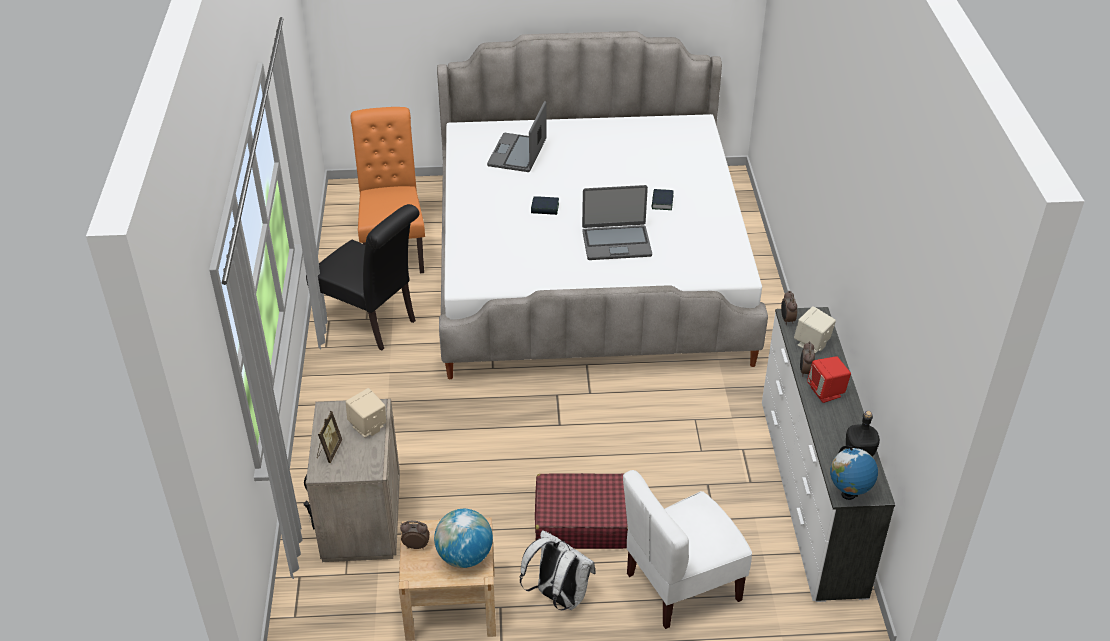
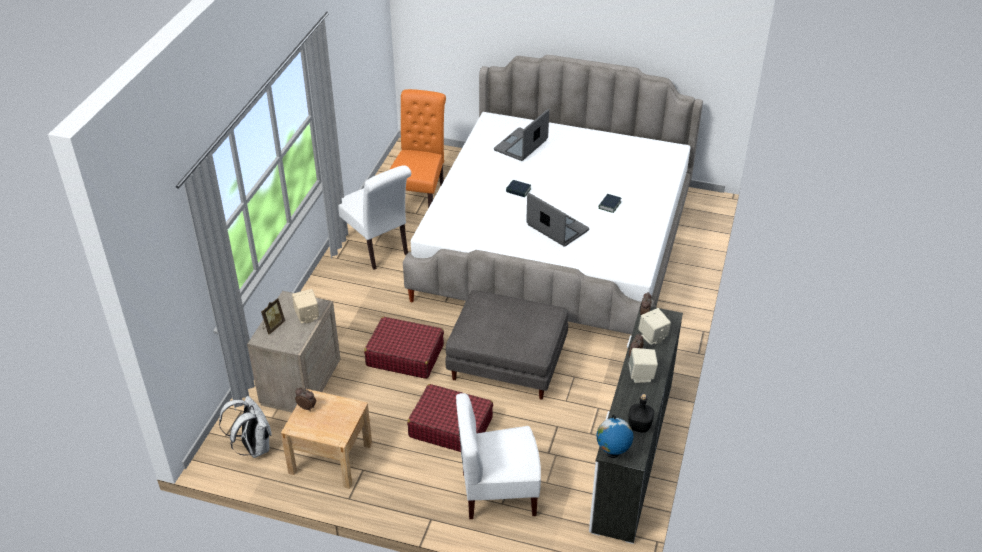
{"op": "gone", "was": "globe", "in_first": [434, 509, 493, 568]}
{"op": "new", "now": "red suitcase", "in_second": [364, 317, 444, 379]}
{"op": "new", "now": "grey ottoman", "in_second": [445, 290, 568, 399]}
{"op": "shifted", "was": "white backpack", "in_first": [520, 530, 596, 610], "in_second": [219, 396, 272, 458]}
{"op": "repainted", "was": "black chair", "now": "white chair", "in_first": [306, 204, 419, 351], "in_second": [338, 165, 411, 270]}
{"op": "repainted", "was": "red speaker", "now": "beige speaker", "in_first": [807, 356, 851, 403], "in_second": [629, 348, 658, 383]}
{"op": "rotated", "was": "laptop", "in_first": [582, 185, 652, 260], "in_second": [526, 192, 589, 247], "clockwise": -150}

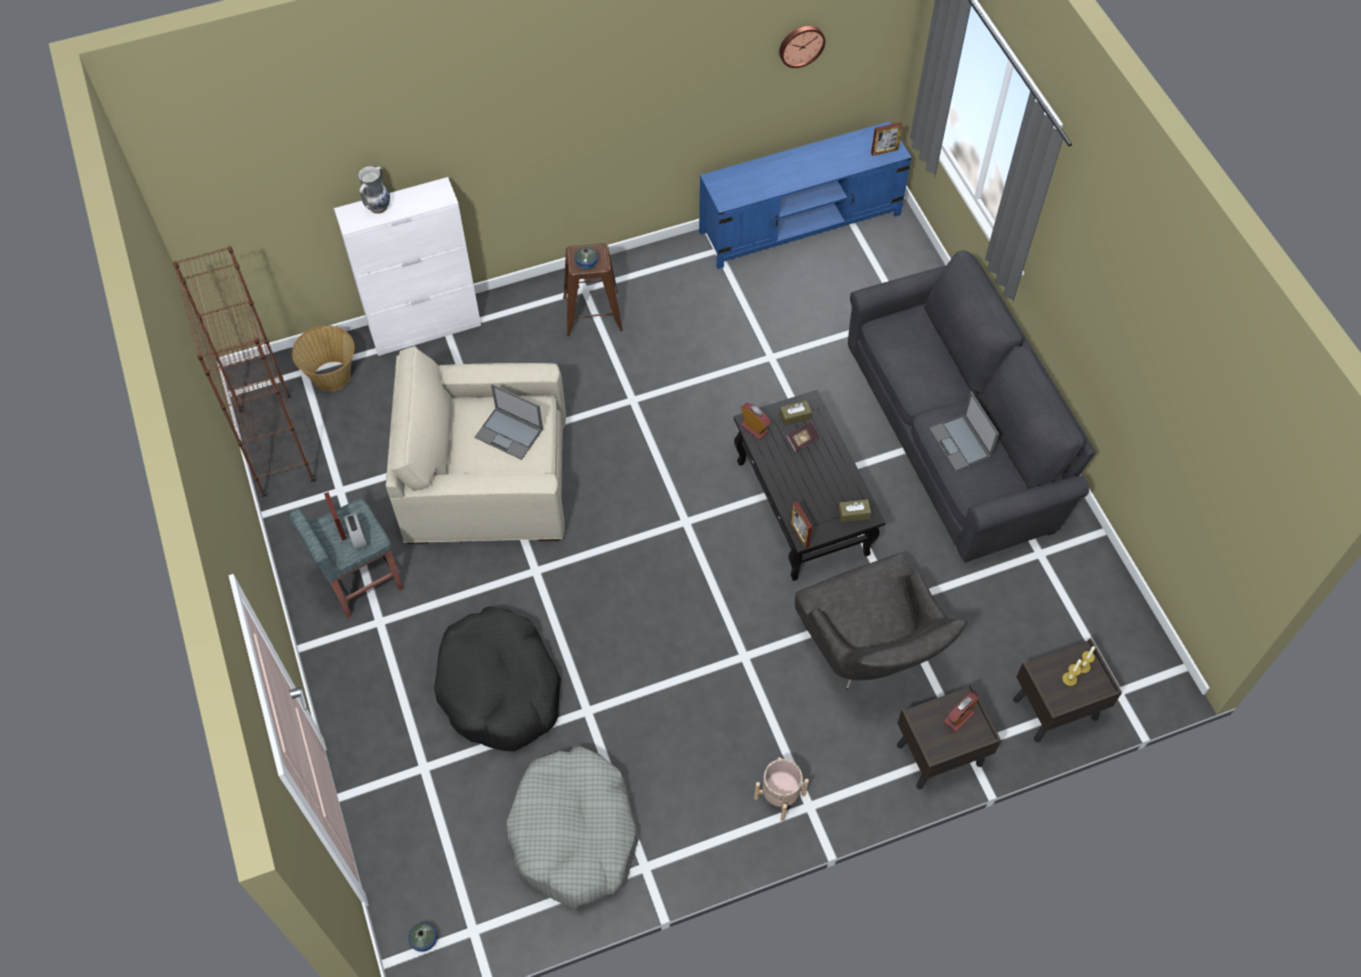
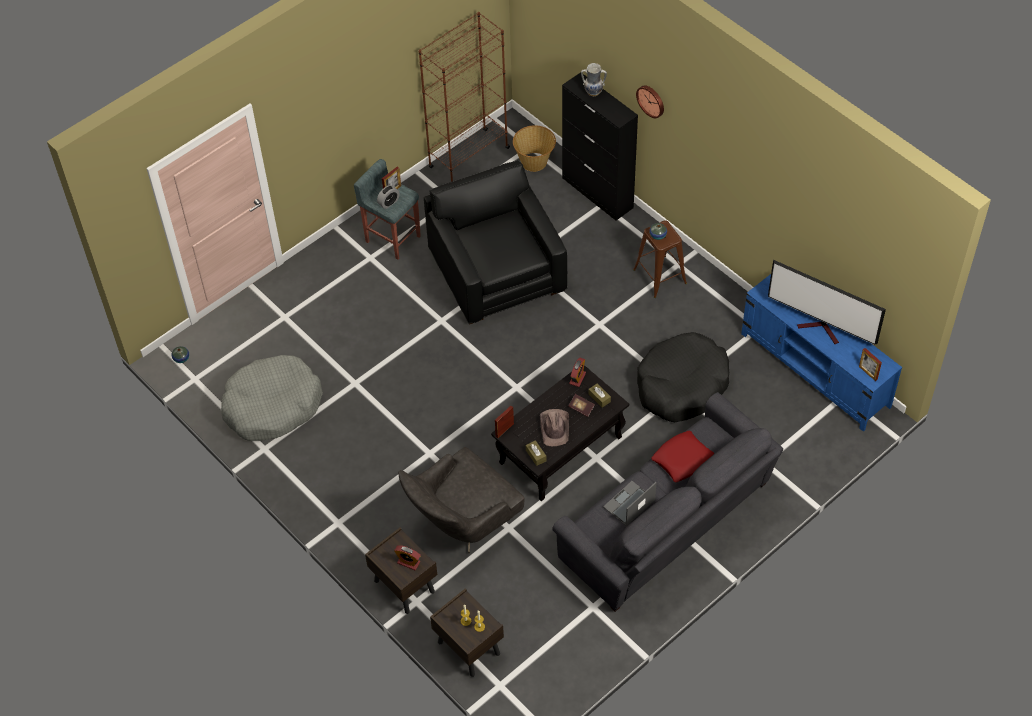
{"op": "gone", "was": "laptop", "in_first": [475, 384, 543, 460]}
{"op": "gone", "was": "beige planter", "in_first": [754, 757, 809, 821]}
{"op": "new", "now": "brown hat", "in_second": [540, 409, 569, 446]}
{"op": "new", "now": "red pillow", "in_second": [651, 431, 714, 482]}
{"op": "new", "now": "television", "in_second": [768, 260, 886, 345]}
{"op": "shifted", "was": "black dog bed", "in_first": [434, 606, 561, 751], "in_second": [637, 332, 729, 422]}
{"op": "shifted", "was": "wall clock", "in_first": [779, 26, 825, 68], "in_second": [636, 85, 664, 118]}
{"op": "repainted", "was": "white cabinet", "now": "black cabinet", "in_first": [334, 177, 481, 356], "in_second": [562, 72, 638, 220]}
{"op": "repainted", "was": "beige armchair", "now": "black armchair", "in_first": [386, 346, 566, 544], "in_second": [424, 160, 568, 325]}

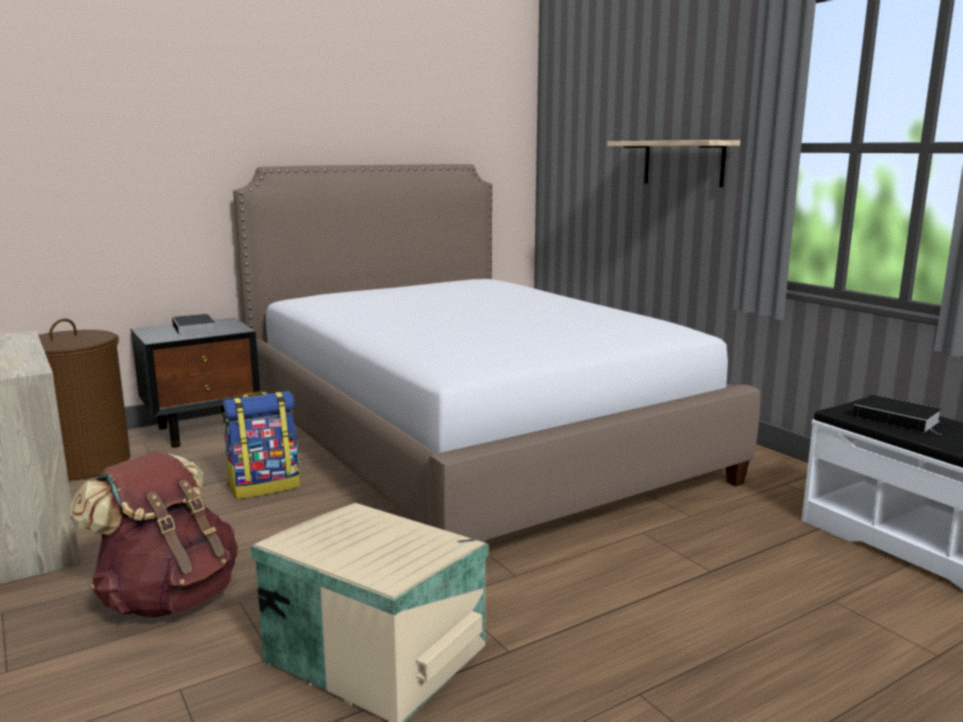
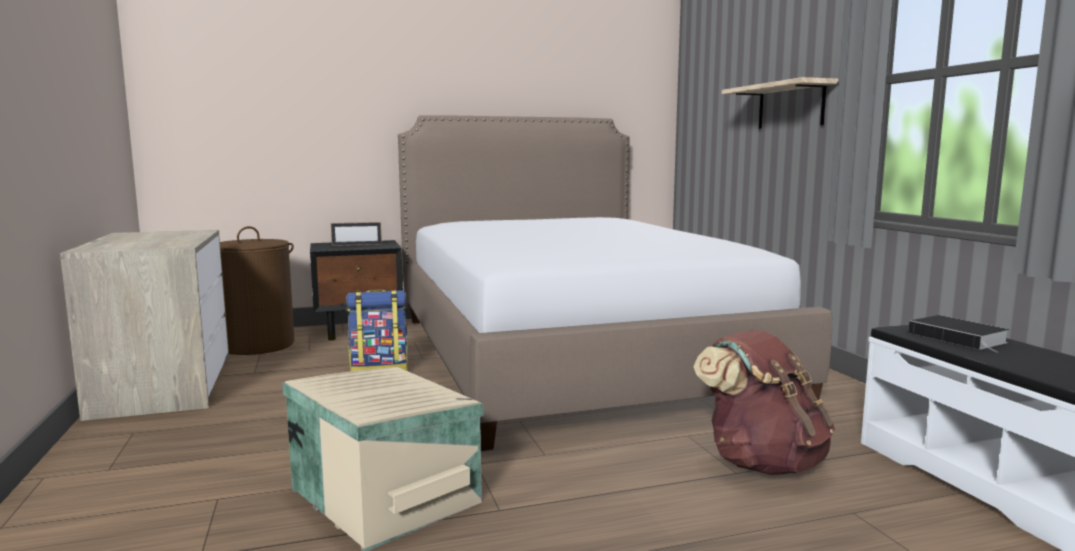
{"op": "shifted", "was": "brown backpack", "in_first": [69, 451, 238, 617], "in_second": [694, 329, 835, 475]}
{"op": "swapped", "was": "book", "now": "picture frame", "in_first": [172, 314, 216, 337], "in_second": [331, 222, 382, 246]}

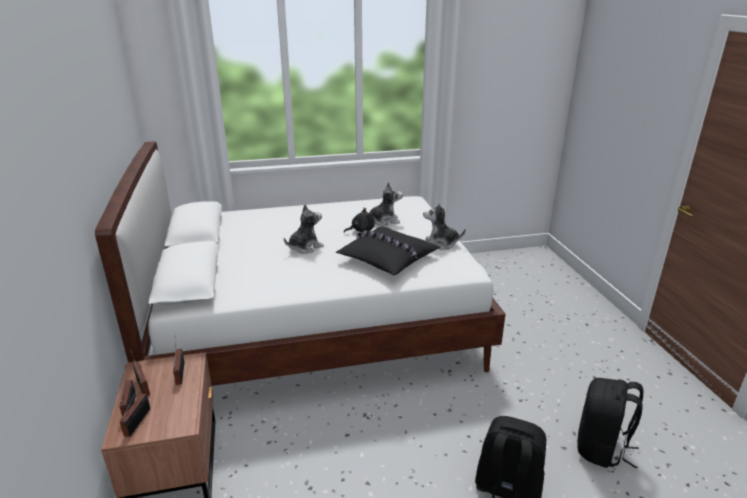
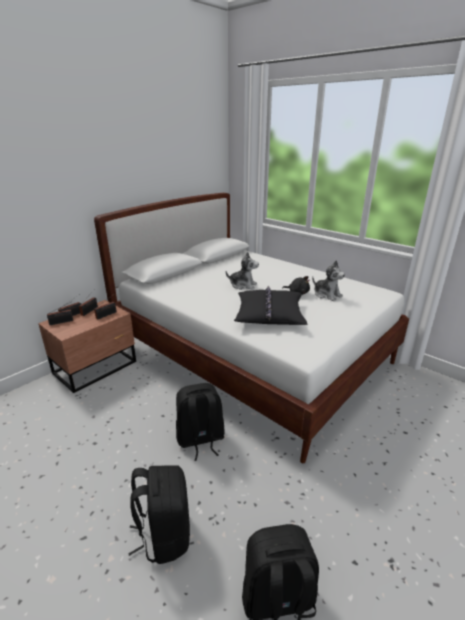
{"op": "gone", "was": "plush toy", "in_first": [423, 203, 466, 250]}
{"op": "new", "now": "black backpack", "in_second": [176, 383, 225, 461]}

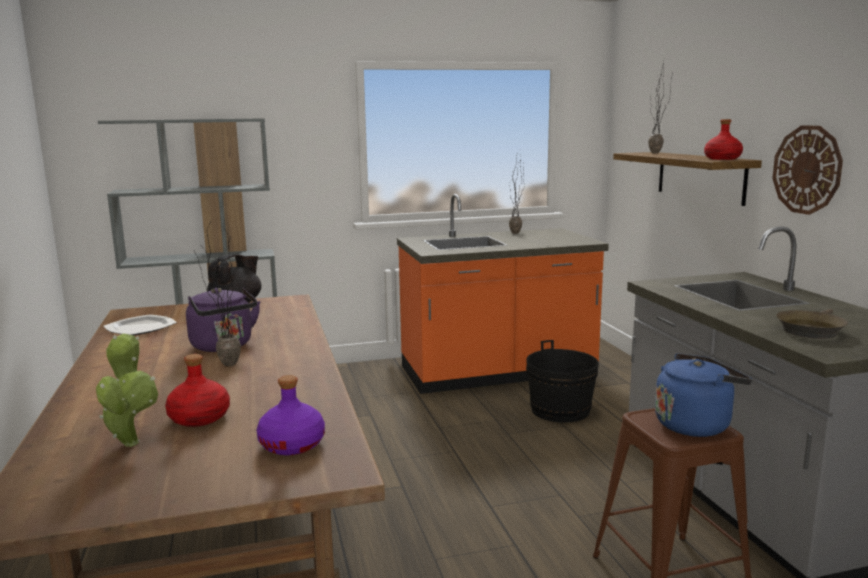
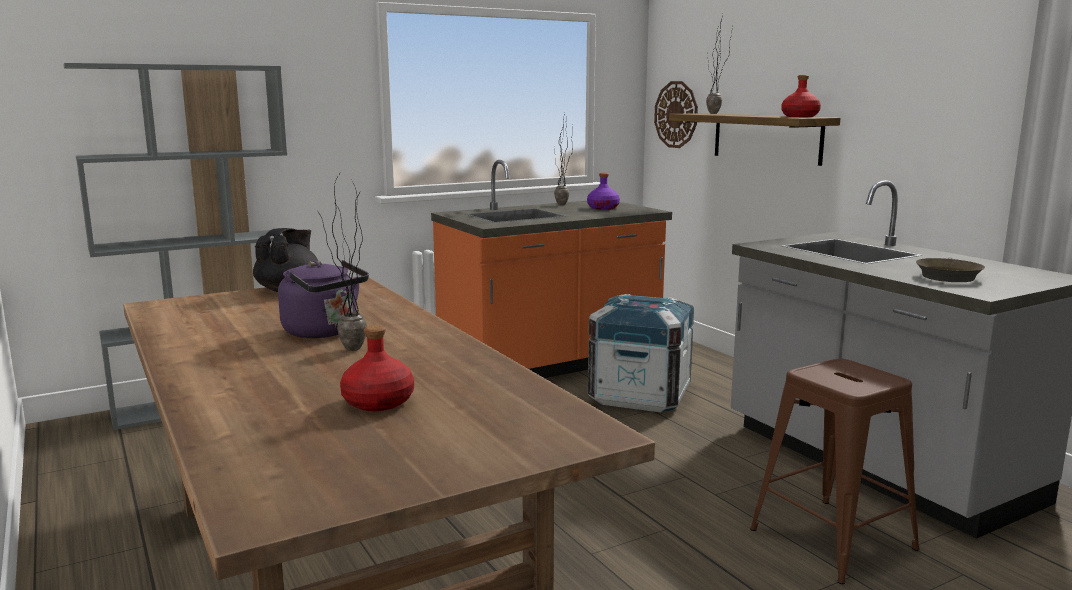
{"op": "gone", "was": "potted plant", "in_first": [96, 334, 158, 447]}
{"op": "gone", "was": "plate", "in_first": [104, 314, 177, 335]}
{"op": "gone", "was": "blue kettle", "in_first": [655, 353, 752, 437]}
{"op": "shifted", "was": "purple bottle", "in_first": [257, 375, 325, 455], "in_second": [587, 173, 620, 210]}
{"op": "shifted", "was": "wall clock", "in_first": [772, 126, 843, 215], "in_second": [654, 81, 698, 148]}
{"op": "swapped", "was": "black bucket", "now": "crate", "in_first": [526, 340, 599, 422], "in_second": [588, 294, 694, 412]}

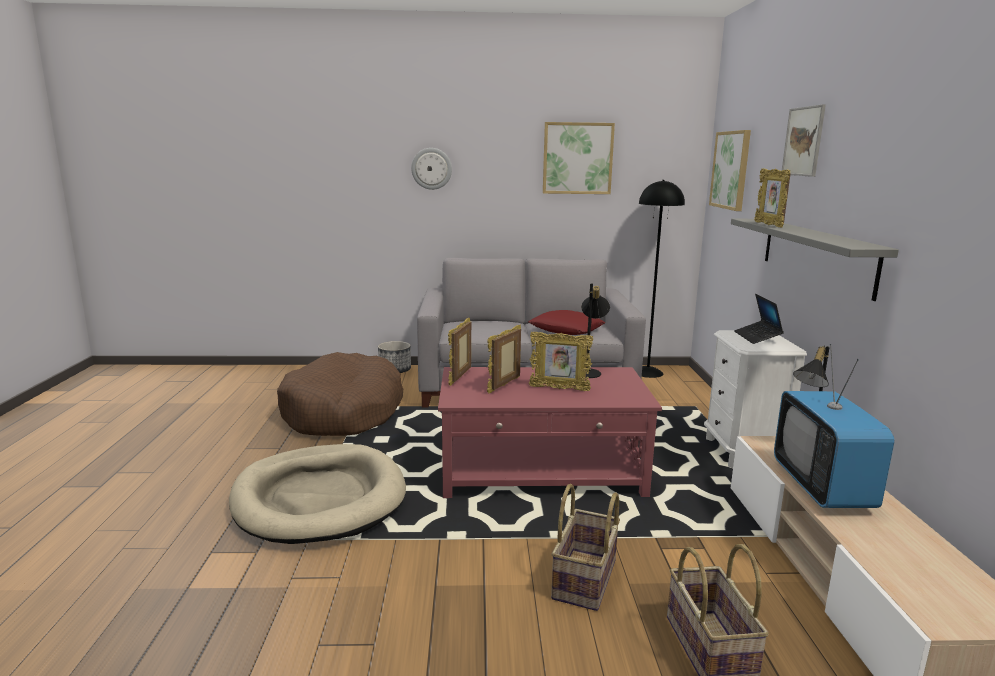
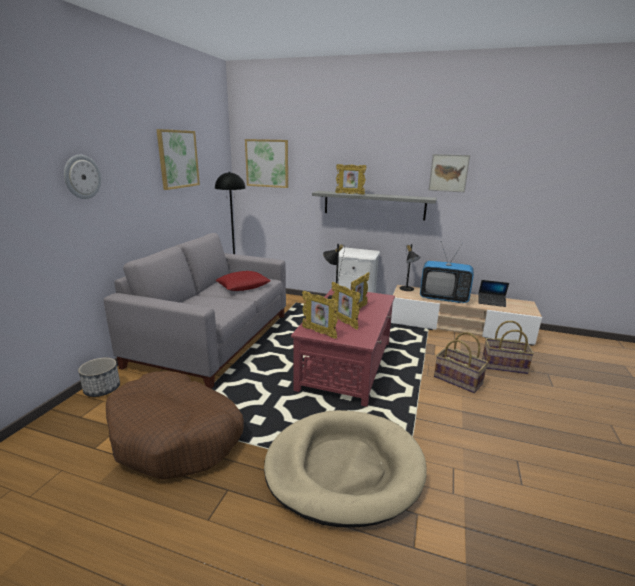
{"op": "shifted", "was": "laptop", "in_first": [734, 294, 784, 344], "in_second": [479, 280, 509, 307]}
{"op": "shifted", "was": "picture", "in_first": [782, 104, 826, 177], "in_second": [428, 154, 470, 192]}

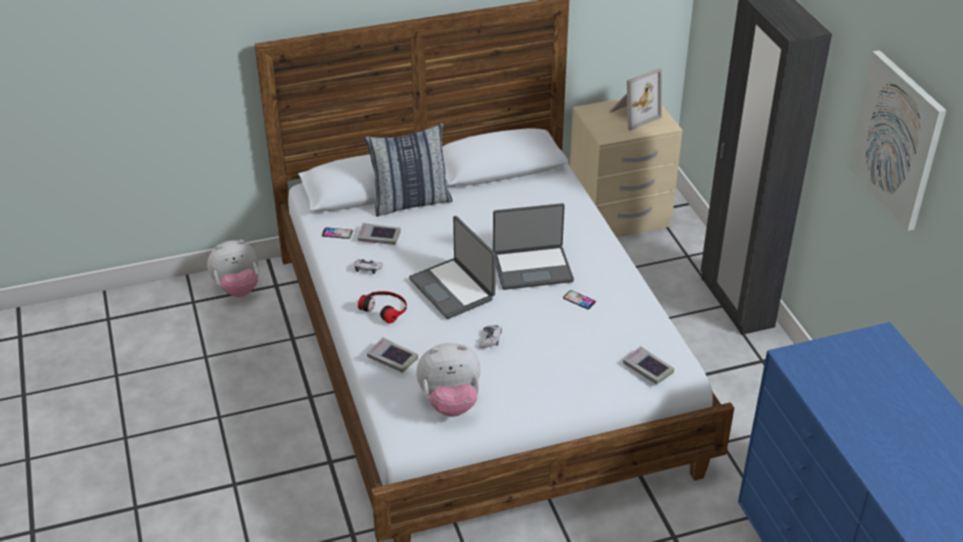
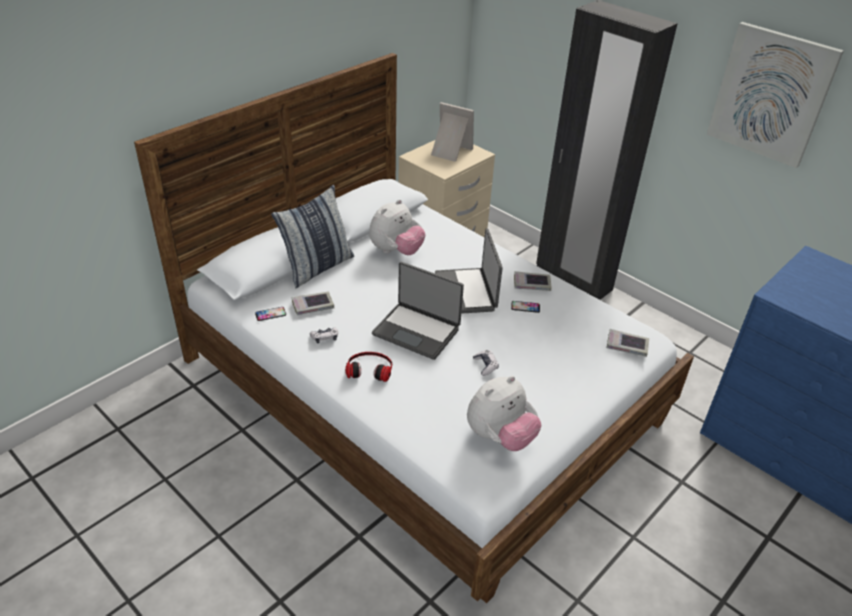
{"op": "shifted", "was": "plush toy", "in_first": [207, 240, 259, 297], "in_second": [369, 199, 426, 255]}
{"op": "shifted", "was": "book", "in_first": [367, 337, 418, 373], "in_second": [514, 271, 552, 291]}
{"op": "rotated", "was": "laptop", "in_first": [493, 203, 574, 290], "in_second": [435, 228, 503, 314], "clockwise": 120}
{"op": "rotated", "was": "picture frame", "in_first": [609, 68, 662, 131], "in_second": [431, 102, 474, 162], "clockwise": -90}

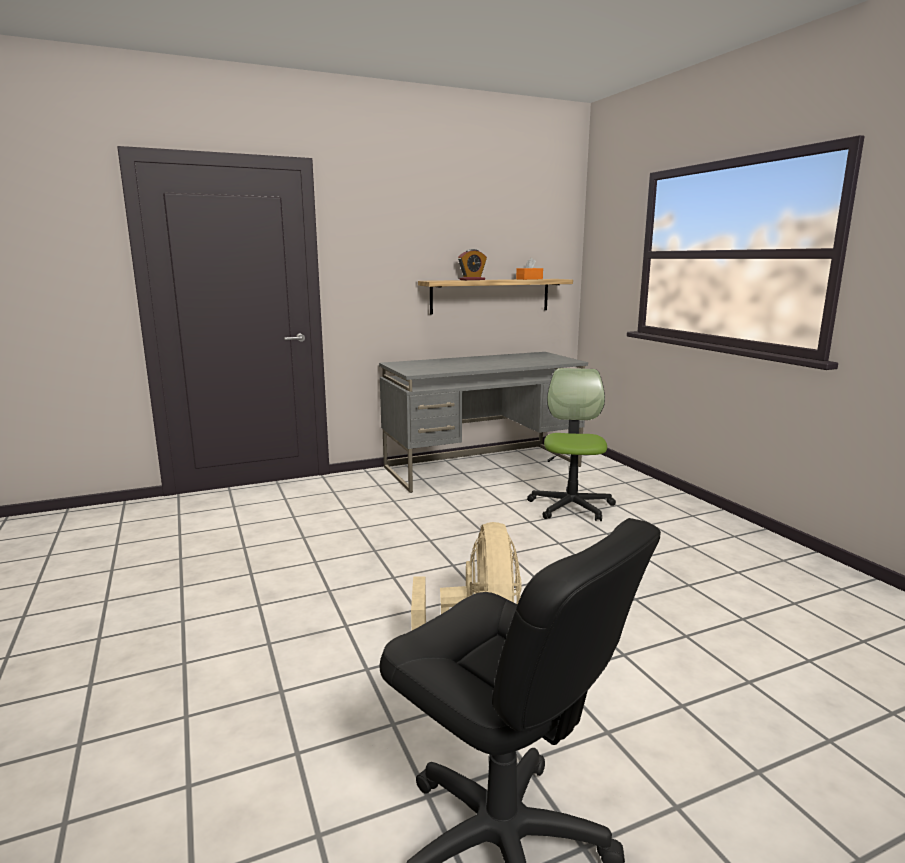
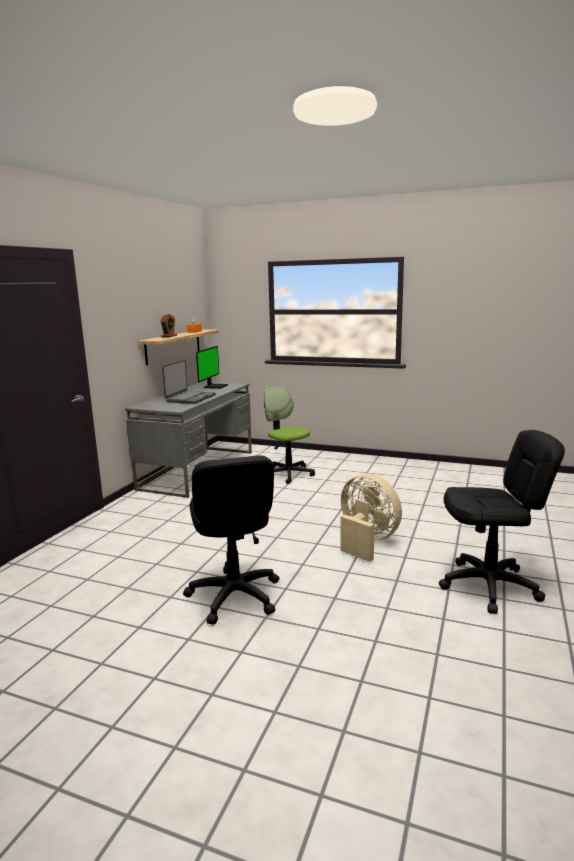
{"op": "new", "now": "laptop", "in_second": [162, 360, 216, 404]}
{"op": "new", "now": "black office chair", "in_second": [183, 455, 279, 625]}
{"op": "new", "now": "monitor", "in_second": [196, 346, 228, 389]}

